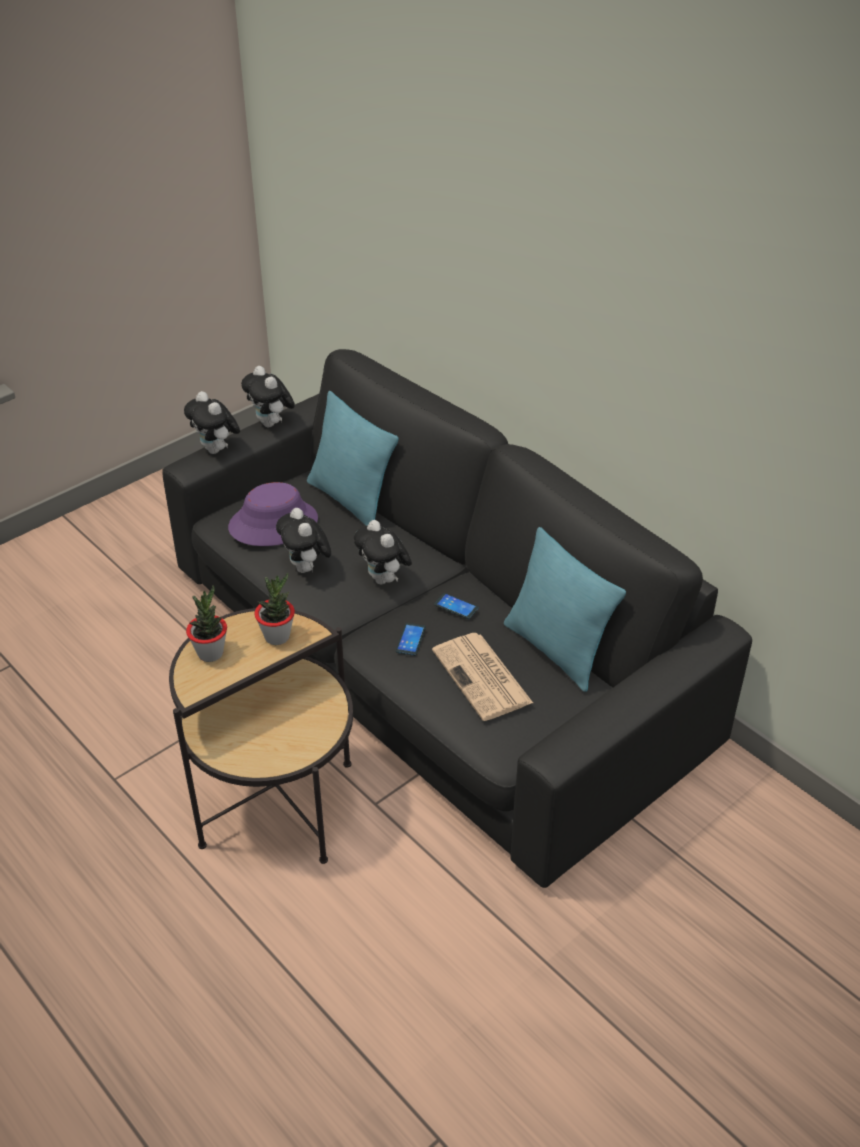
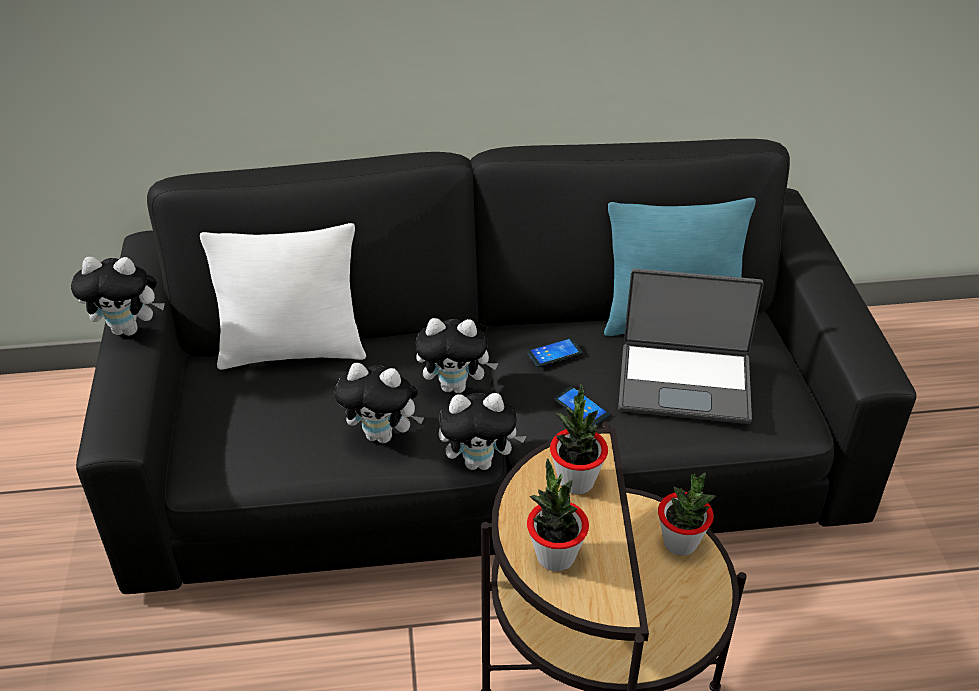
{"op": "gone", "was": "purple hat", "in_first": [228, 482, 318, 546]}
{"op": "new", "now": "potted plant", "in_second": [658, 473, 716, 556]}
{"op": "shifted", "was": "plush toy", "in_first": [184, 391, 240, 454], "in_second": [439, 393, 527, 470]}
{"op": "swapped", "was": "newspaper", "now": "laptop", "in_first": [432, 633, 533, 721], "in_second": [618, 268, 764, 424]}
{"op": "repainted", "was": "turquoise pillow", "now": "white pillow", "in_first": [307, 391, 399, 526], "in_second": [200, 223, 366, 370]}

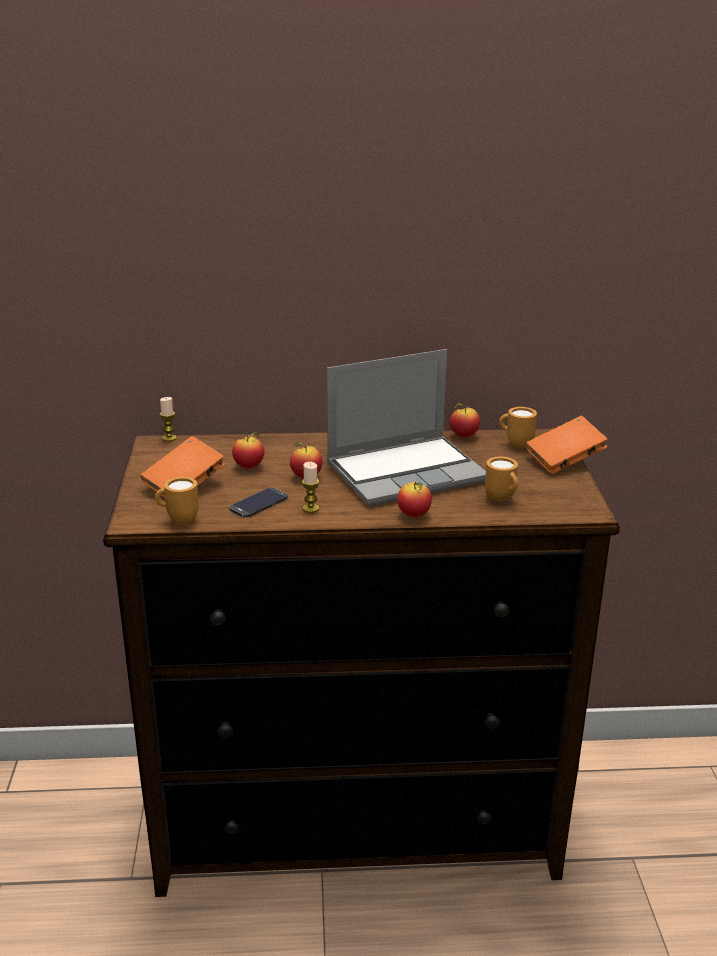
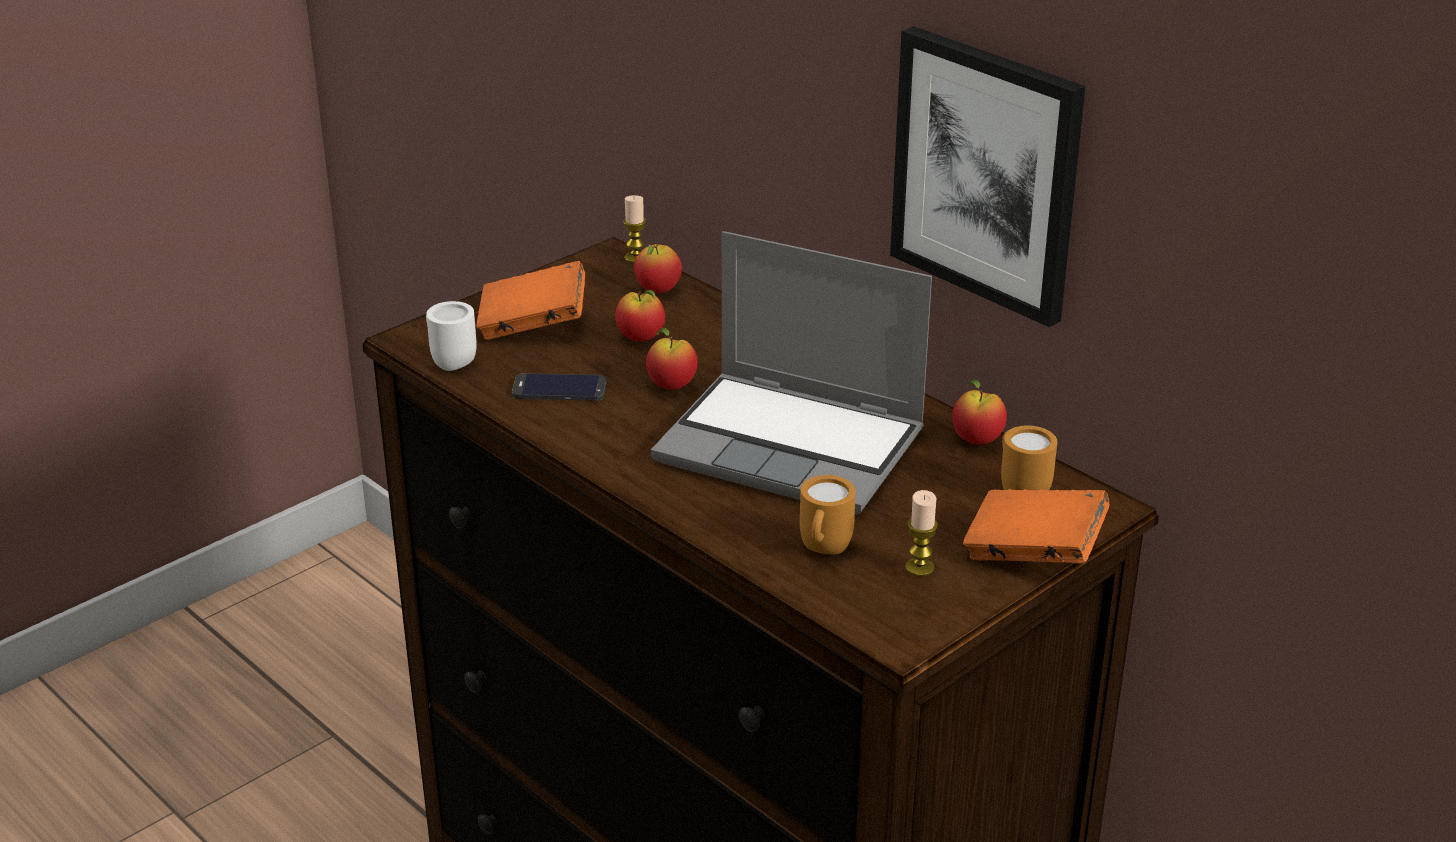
{"op": "new", "now": "picture", "in_second": [890, 26, 1086, 327]}
{"op": "shifted", "was": "candle", "in_first": [302, 462, 319, 513], "in_second": [906, 490, 938, 577]}
{"op": "shifted", "was": "apple", "in_first": [397, 482, 432, 517], "in_second": [634, 244, 682, 293]}
{"op": "repainted", "was": "orange mug", "now": "white mug", "in_first": [155, 477, 199, 525], "in_second": [426, 301, 477, 371]}

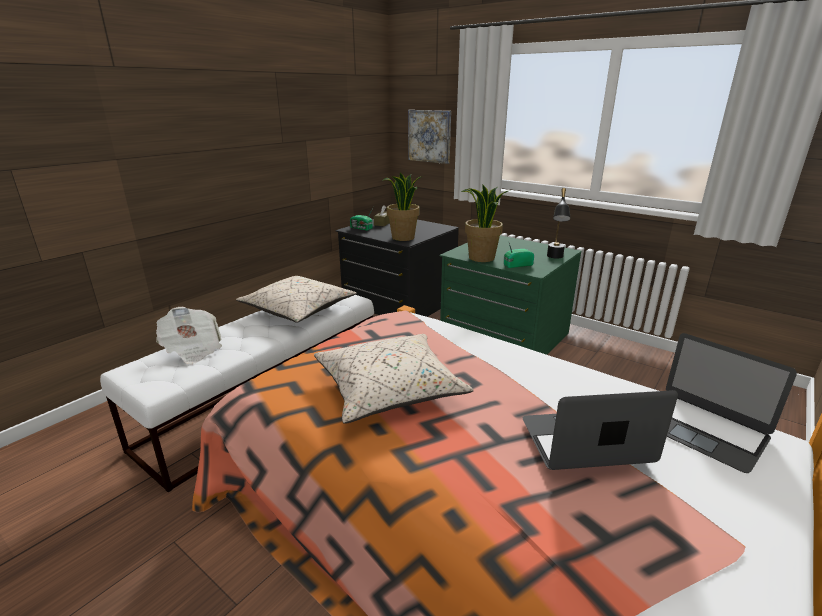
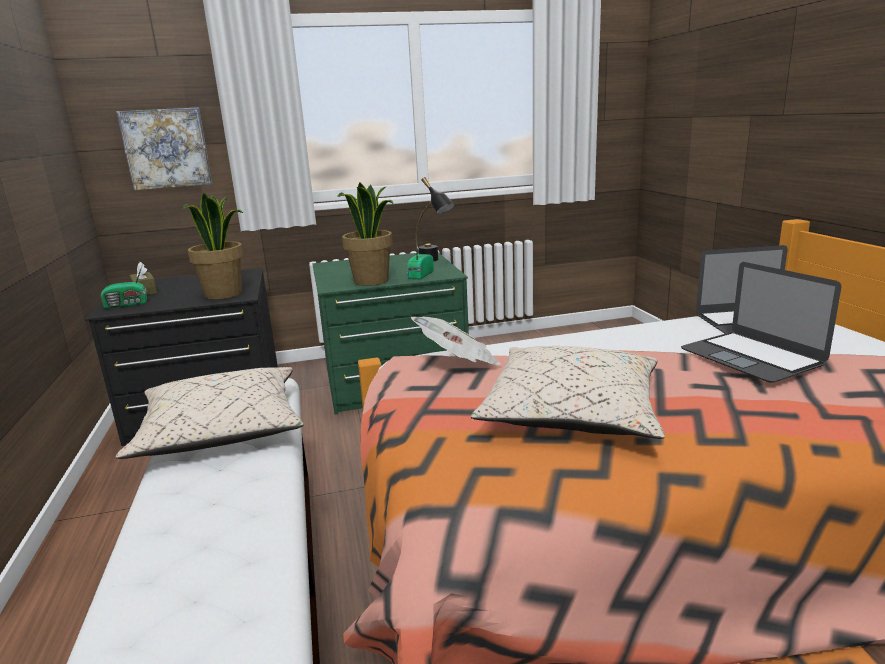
{"op": "shifted", "was": "newspaper", "in_first": [156, 307, 222, 364], "in_second": [411, 317, 502, 365]}
{"op": "rotated", "was": "laptop", "in_first": [523, 390, 678, 470], "in_second": [681, 262, 841, 383], "clockwise": -60}

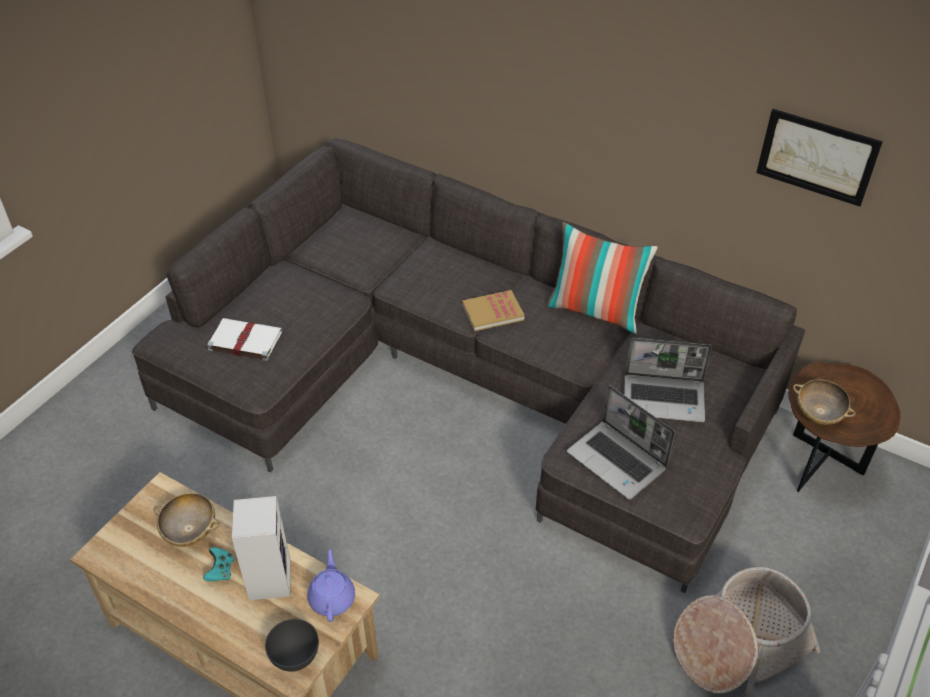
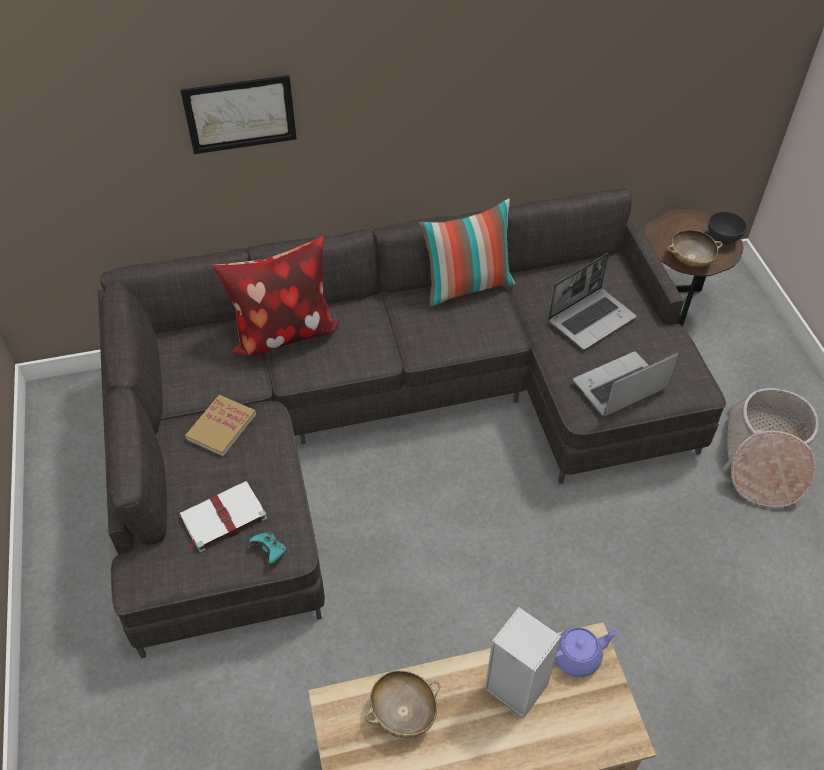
{"op": "new", "now": "pillow", "in_second": [212, 237, 340, 356]}
{"op": "shifted", "was": "turquoise game controller", "in_first": [203, 547, 234, 581], "in_second": [249, 531, 286, 564]}
{"op": "shifted", "was": "grey bowl", "in_first": [265, 619, 319, 672], "in_second": [708, 212, 747, 244]}
{"op": "shifted", "was": "book", "in_first": [462, 290, 525, 331], "in_second": [185, 395, 256, 457]}
{"op": "shifted", "was": "picture", "in_first": [756, 109, 883, 207], "in_second": [180, 75, 297, 154]}
{"op": "rotated", "was": "purple teapot", "in_first": [307, 549, 355, 622], "in_second": [554, 627, 619, 677], "clockwise": 120}
{"op": "rotated", "was": "laptop", "in_first": [567, 385, 675, 500], "in_second": [573, 351, 679, 417], "clockwise": 150}

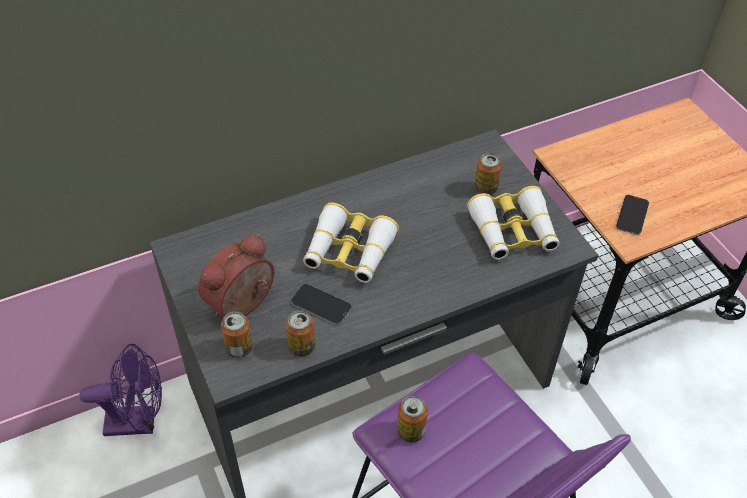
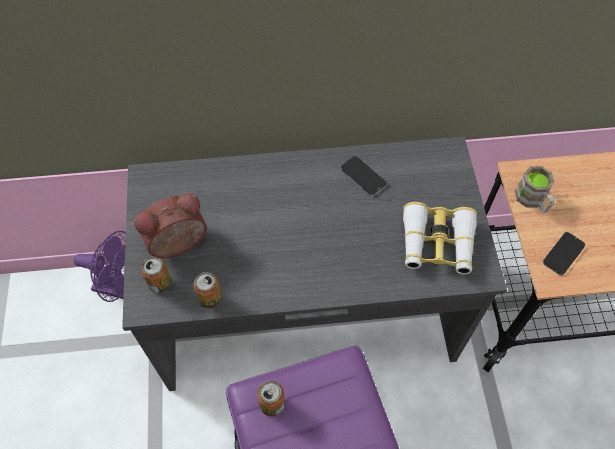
{"op": "gone", "was": "binoculars", "in_first": [303, 203, 399, 283]}
{"op": "gone", "was": "can", "in_first": [474, 153, 502, 195]}
{"op": "new", "now": "brown mug", "in_second": [515, 166, 555, 213]}
{"op": "shifted", "was": "phone", "in_first": [291, 284, 352, 325], "in_second": [340, 156, 387, 196]}

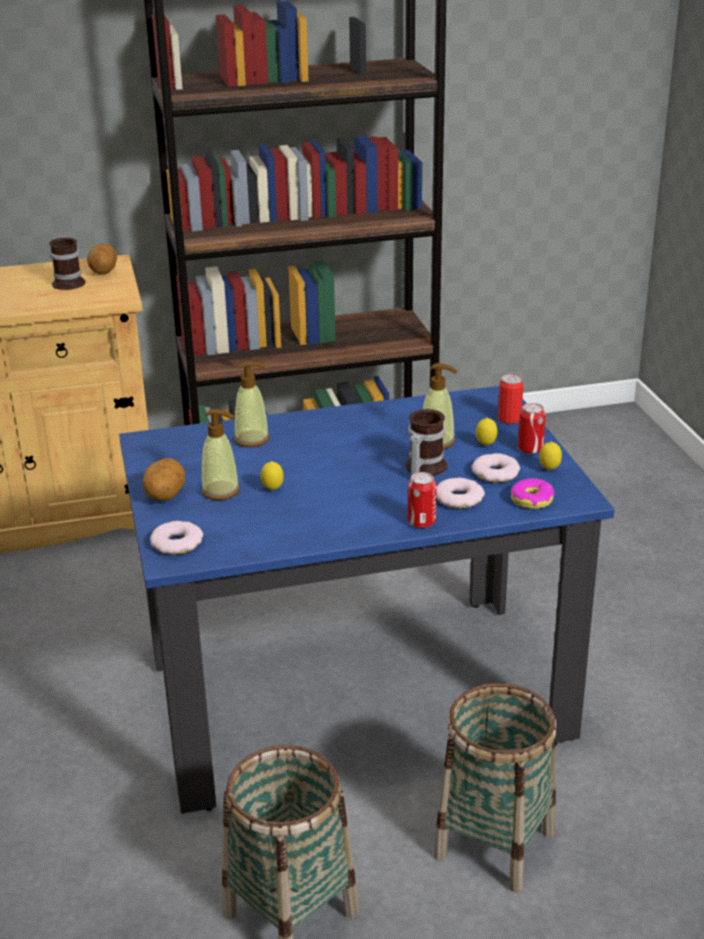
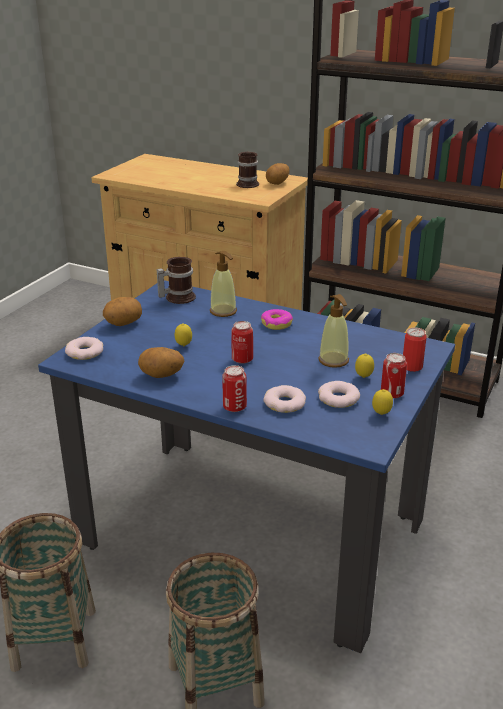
{"op": "gone", "was": "soap dispenser", "in_first": [201, 409, 240, 500]}
{"op": "new", "now": "potato", "in_second": [138, 347, 184, 378]}
{"op": "new", "now": "can", "in_second": [231, 321, 253, 364]}
{"op": "shifted", "was": "mug", "in_first": [405, 409, 447, 476], "in_second": [157, 257, 196, 304]}
{"op": "shifted", "was": "donut", "in_first": [511, 478, 554, 509], "in_second": [261, 309, 293, 330]}

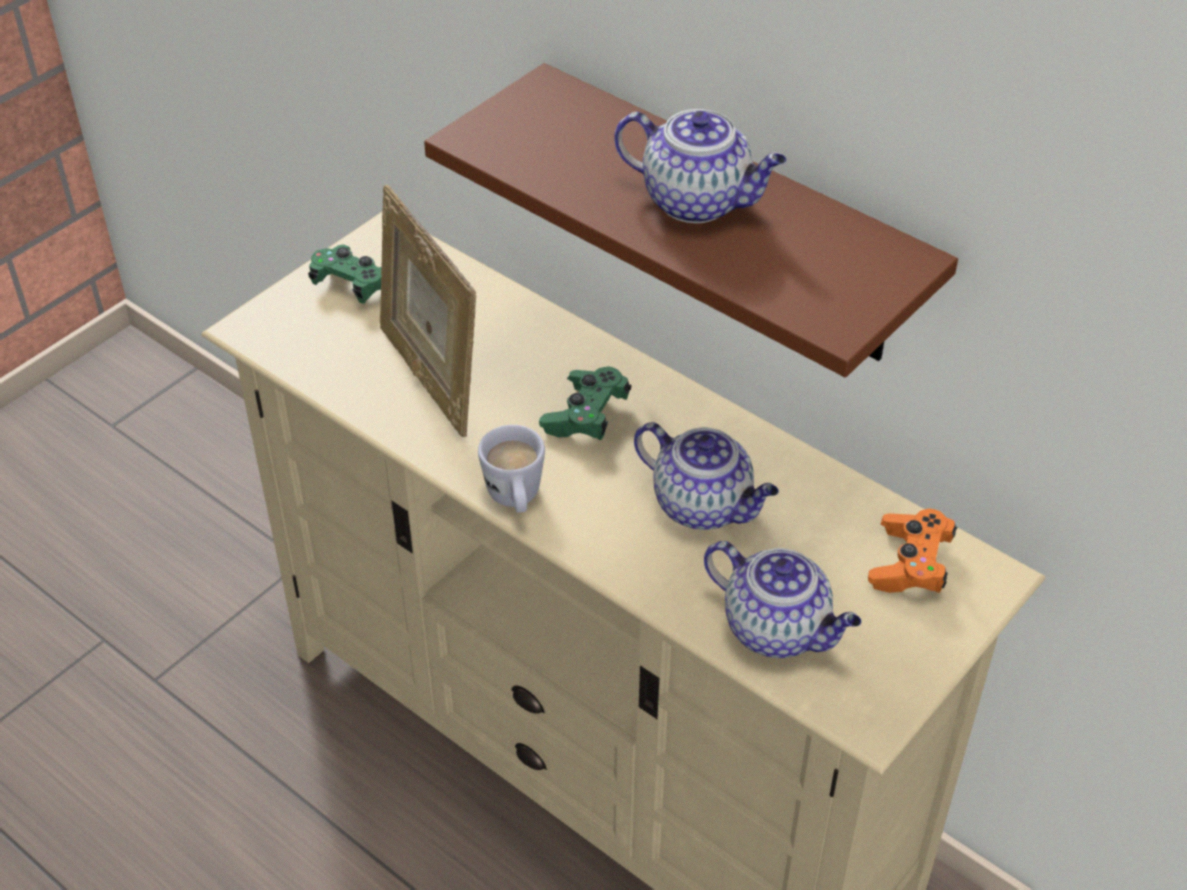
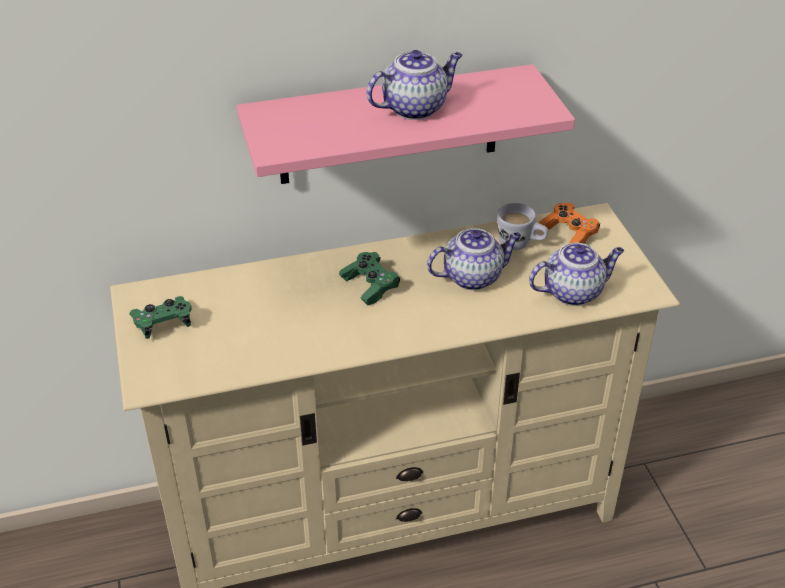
{"op": "gone", "was": "picture frame", "in_first": [380, 184, 476, 437]}
{"op": "shifted", "was": "white mug", "in_first": [478, 425, 545, 513], "in_second": [497, 203, 549, 250]}
{"op": "repainted", "was": "brown shelf", "now": "pink shelf", "in_first": [424, 63, 958, 377], "in_second": [237, 64, 575, 184]}

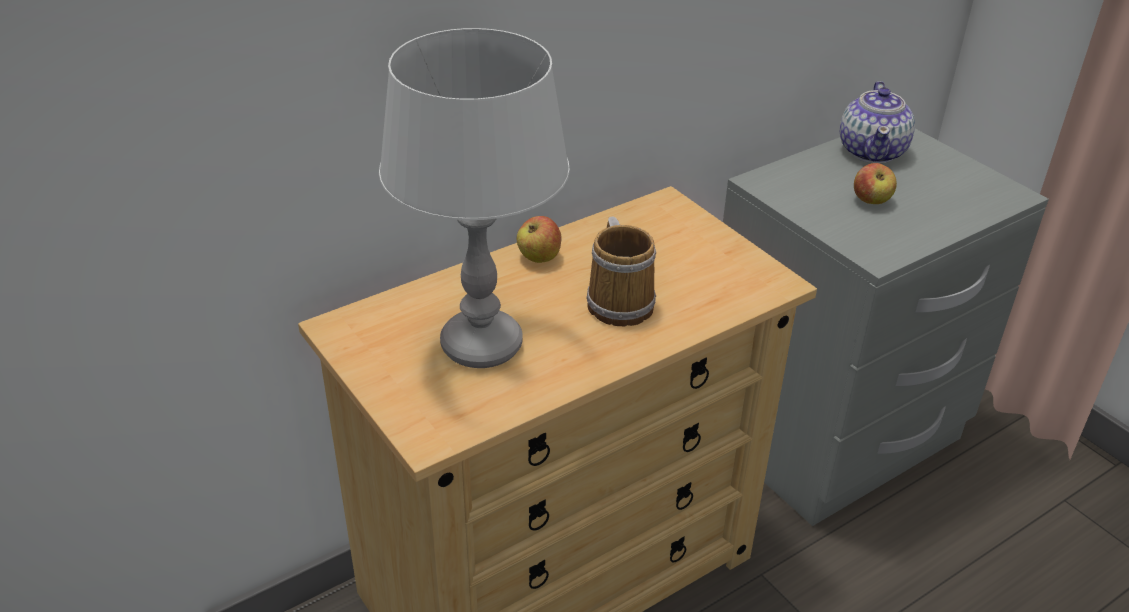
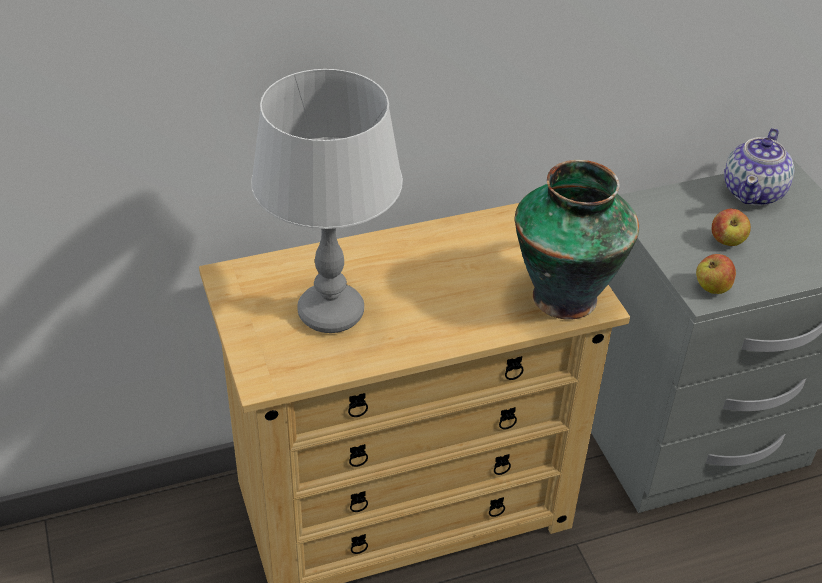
{"op": "gone", "was": "mug", "in_first": [586, 217, 656, 326]}
{"op": "new", "now": "vase", "in_second": [515, 160, 639, 320]}
{"op": "shifted", "was": "apple", "in_first": [516, 216, 562, 263], "in_second": [696, 254, 736, 294]}

